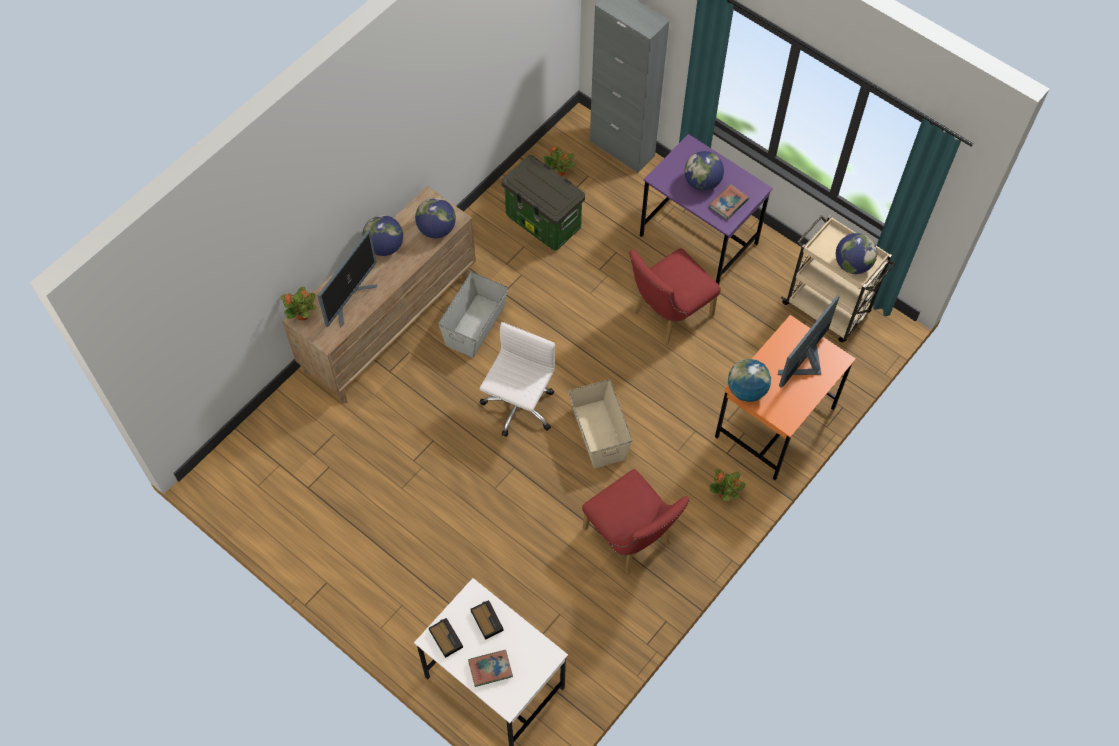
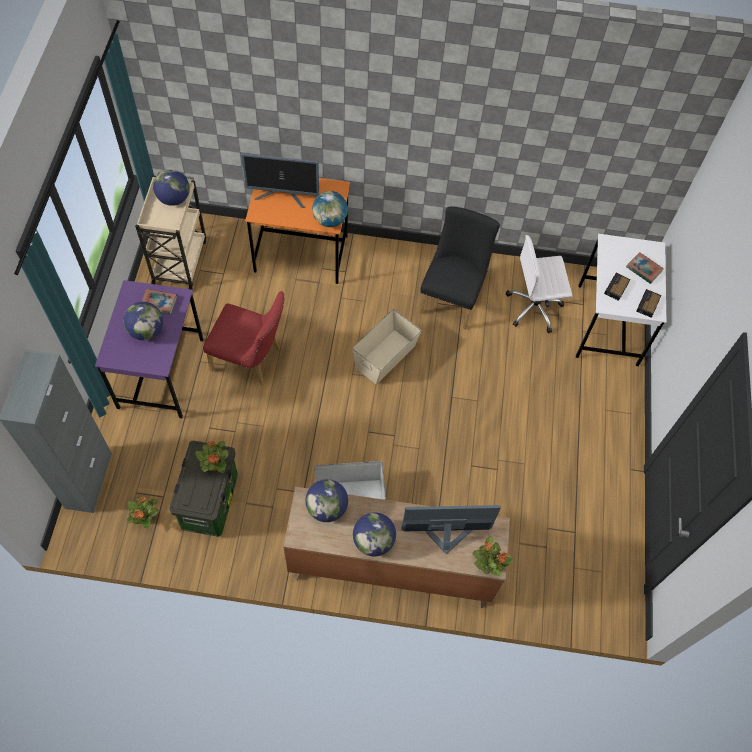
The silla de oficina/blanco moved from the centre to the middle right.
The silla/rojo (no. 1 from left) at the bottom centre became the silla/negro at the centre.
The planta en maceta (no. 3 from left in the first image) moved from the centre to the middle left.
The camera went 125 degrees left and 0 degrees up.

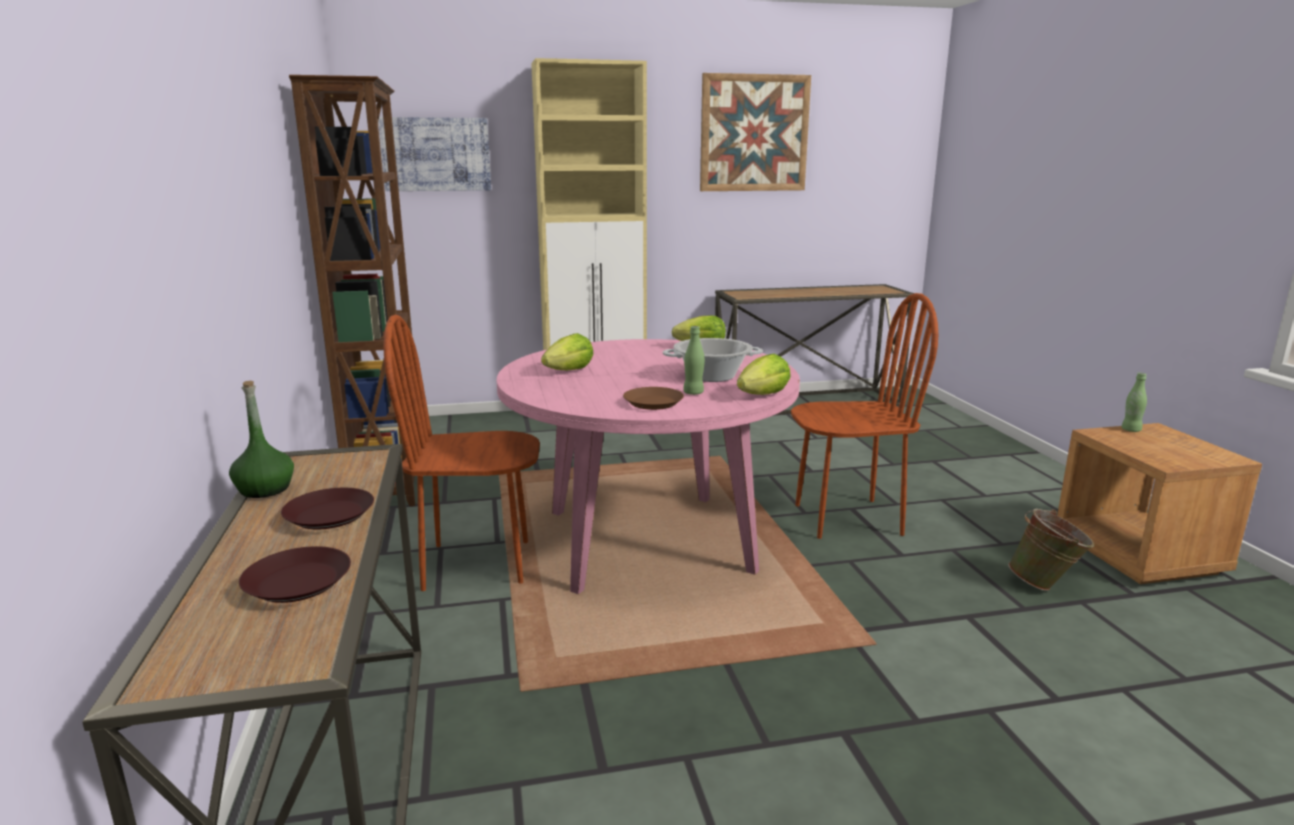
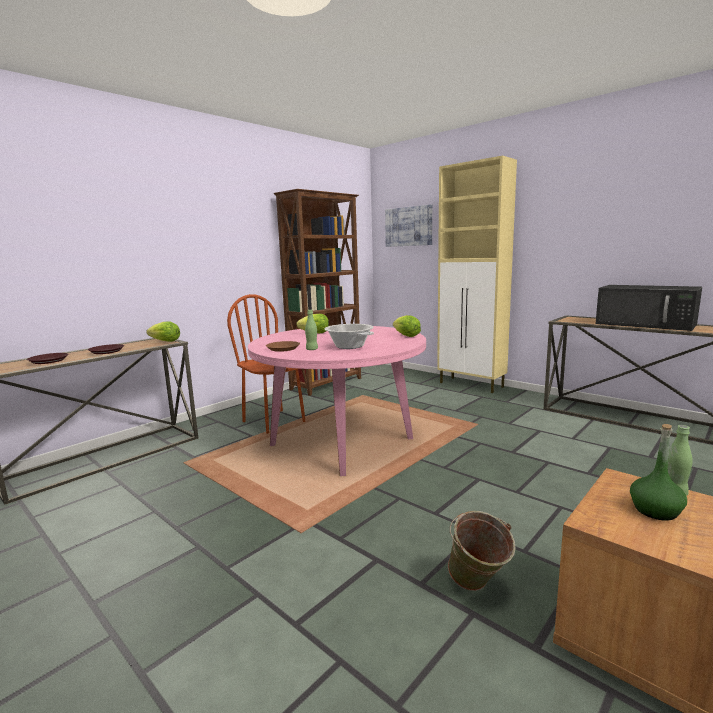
The cuadro (no. 2 from left) at the top centre disappeared.
The silla/marrón (no. 2 from left) at the middle right disappeared.
The lechuga (no. 3 from left in the first image) moved from the centre to the middle left.
The botella/verde (no. 1 from left in the first image) moved from the middle left to the middle right.
The microondas/negro at the middle right appeared.
The camera went 55 degrees right and 5 degrees down.

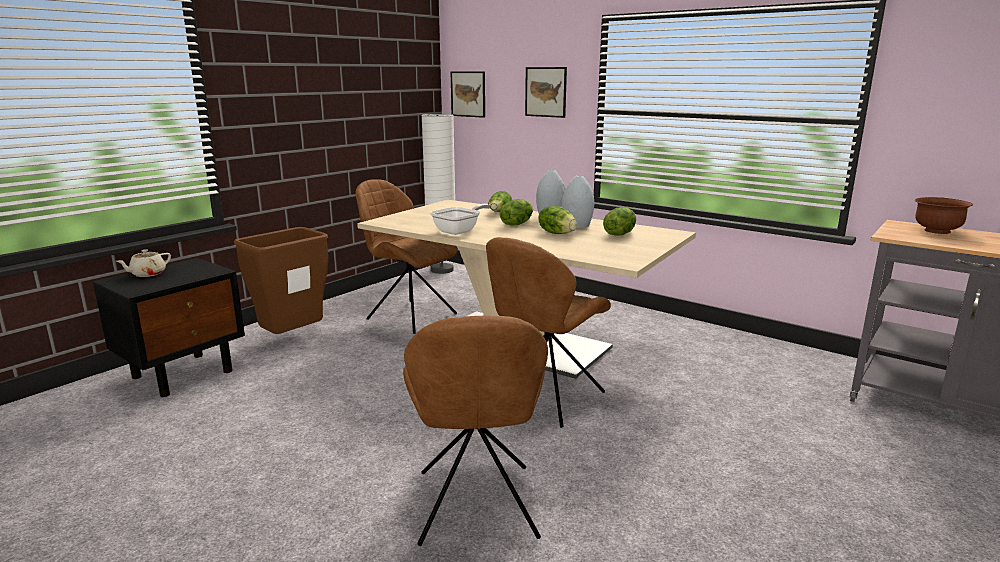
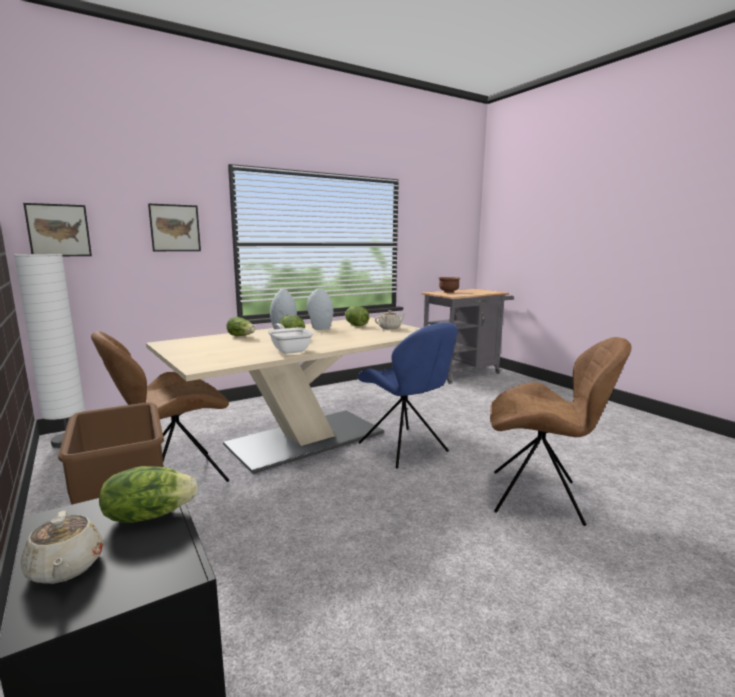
The lechuga (no. 3 from left in the first image) moved from the centre to the bottom left.
The silla/marrón (no. 3 from left) at the centre became the silla/azul at the centre.
The tetera/beis (no. 2 from left) at the centre appeared.
The camera went 70 degrees left and 5 degrees down.

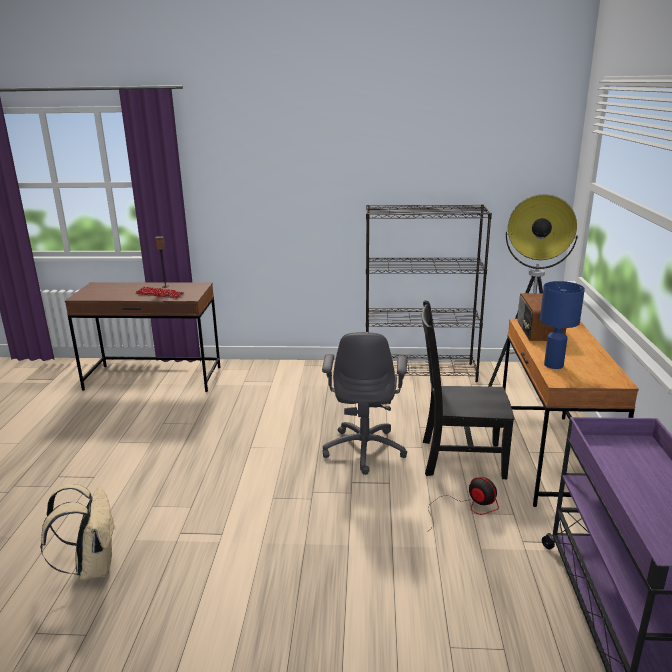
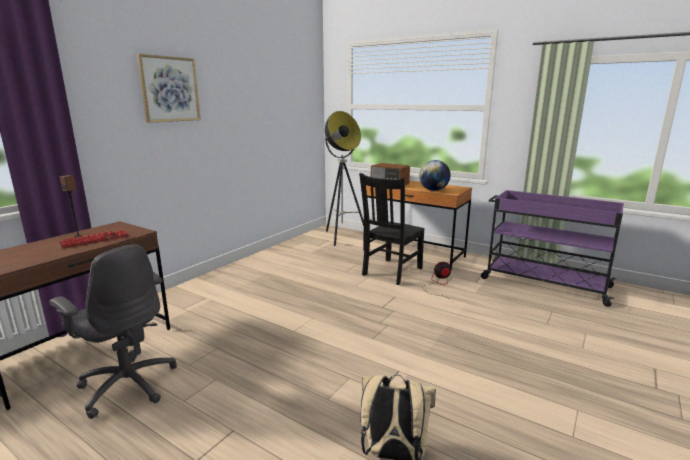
The estantería/negro at the centre disappeared.
The lámpara de mesa/azul at the middle right was replaced by the globo terráqueo at the centre.
The silla de oficina/gris moved from the centre to the bottom left.
The cuadro at the top left appeared.
The camera went 60 degrees left and 5 degrees down.

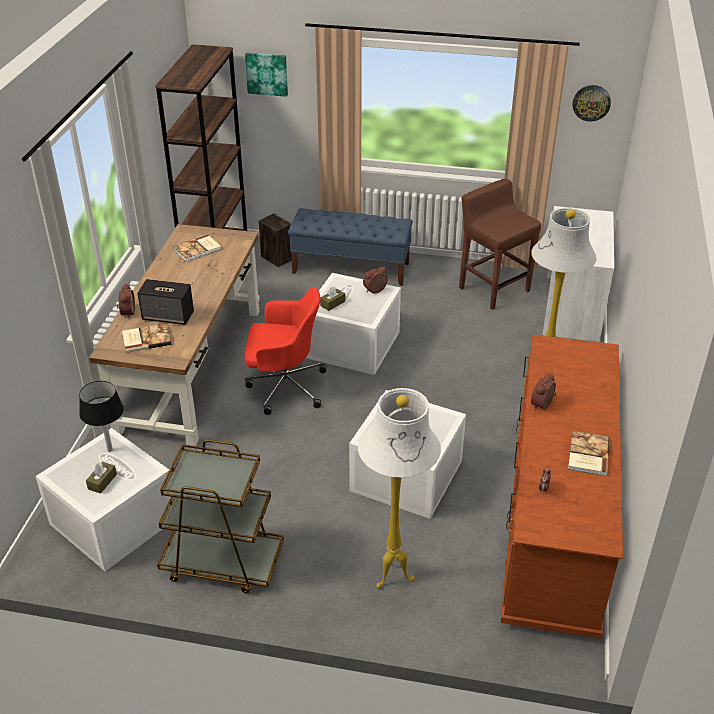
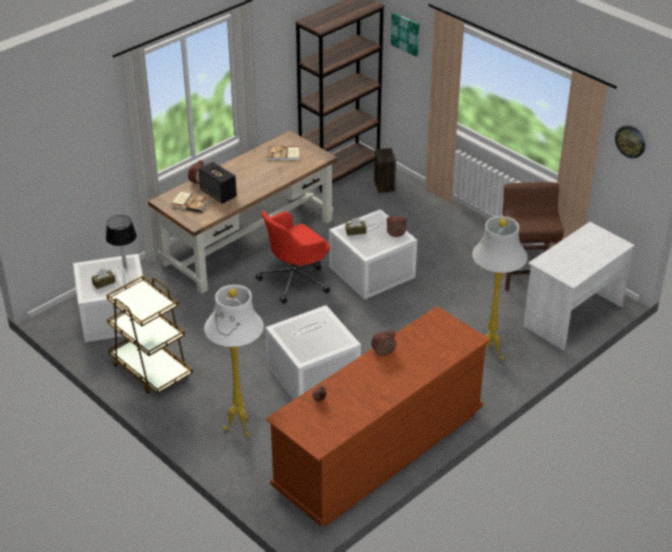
The banco/azul at the centre disappeared.
The silla de oficina/rojo at the centre turned 105 degrees clockwise.
The libro (no. 3 from left) at the middle right disappeared.
The camera went 35 degrees right and 0 degrees up.

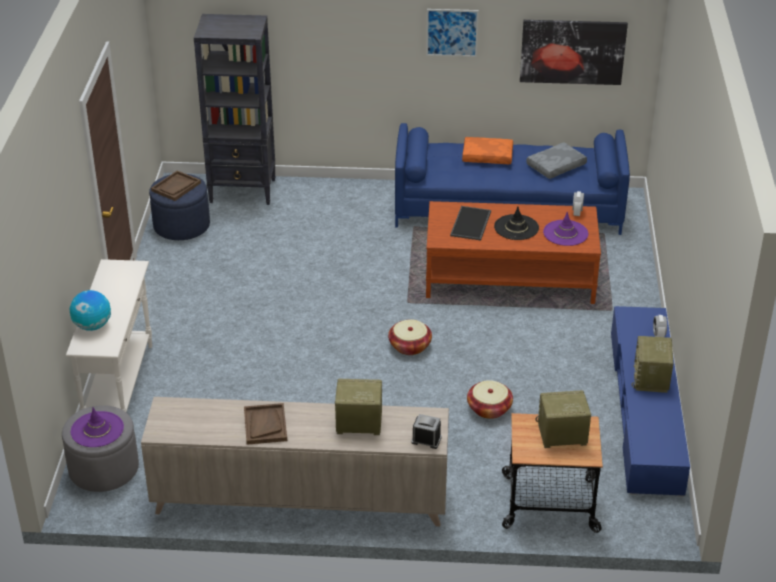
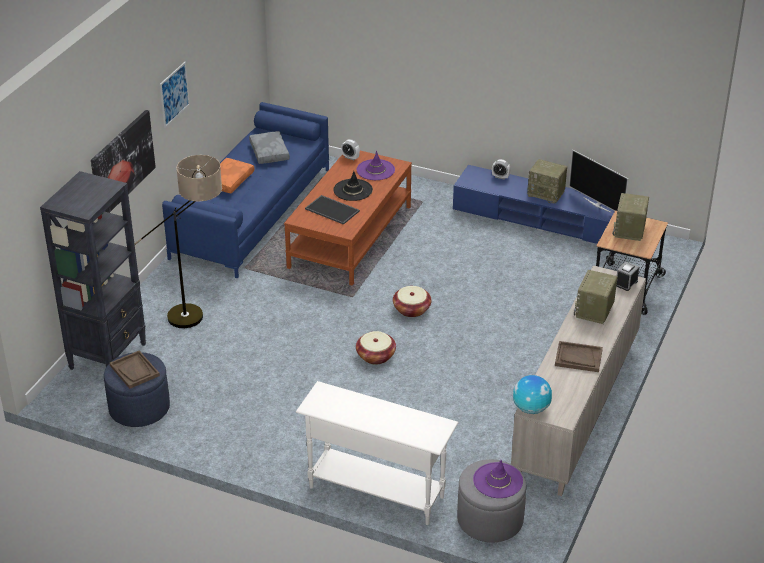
The cuadro (no. 2 from left in the first image) moved from the top right to the top left.
The globo terráqueo moved from the middle left to the bottom right.
The cesta (no. 2 from left in the first image) moved from the bottom centre to the centre.
The televisor at the top right appeared.
The lámpara de pie at the middle left appeared.
The camera went 70 degrees left and 0 degrees up.

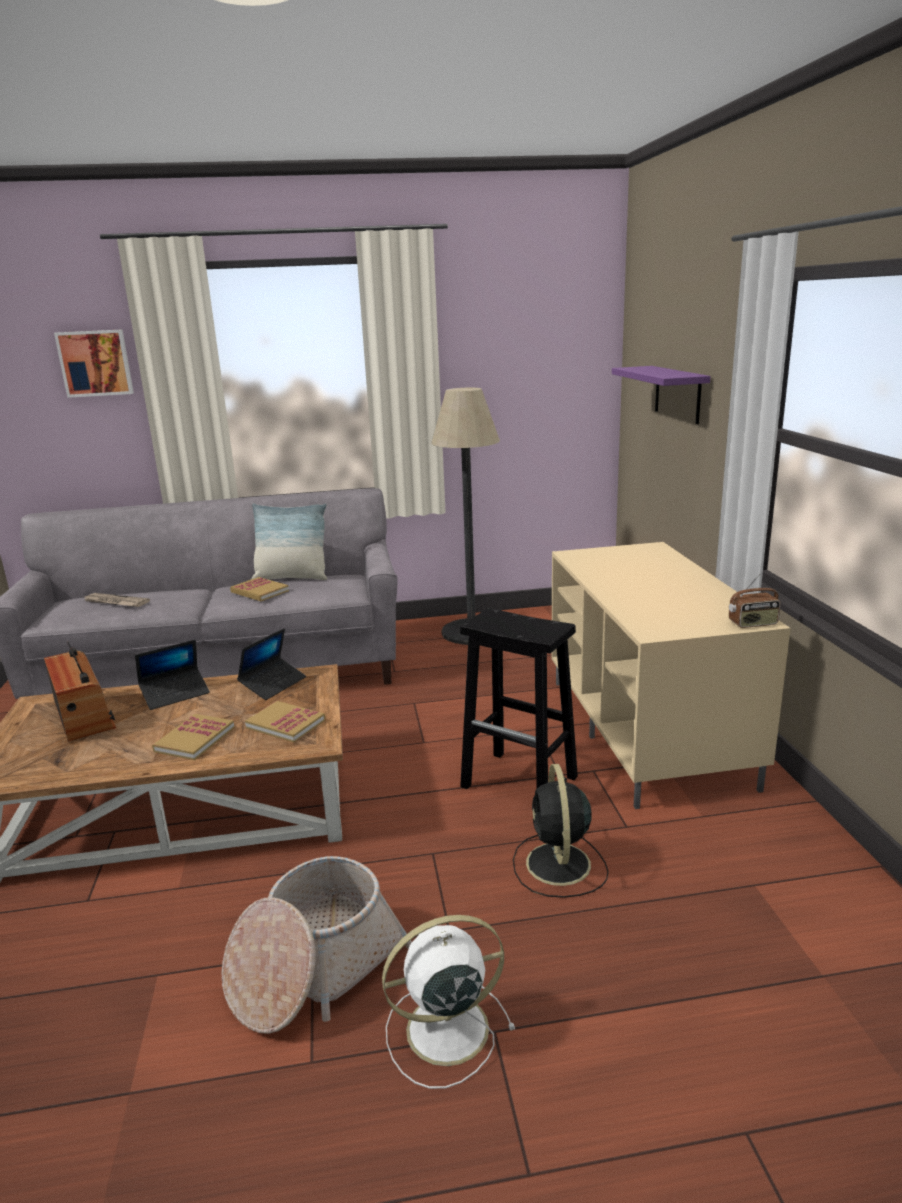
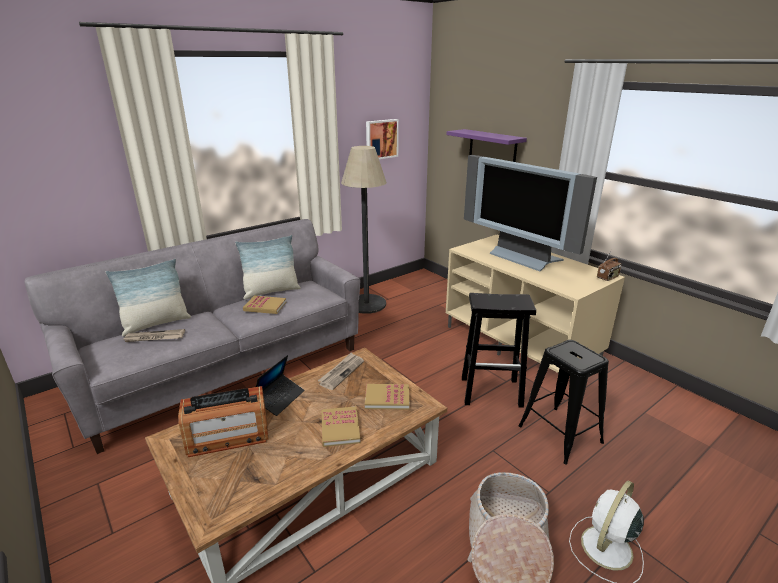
The cuadro moved from the top left to the top centre.
The portátil (no. 2 from left) at the middle left was replaced by the periódico (no. 2 from left) at the centre.
The radio (no. 1 from left) at the middle left turned 135 degrees clockwise.
The ventilador/negro at the bottom centre was replaced by the taburete/negro (no. 2 from left) at the bottom right.
The televisor at the middle right appeared.
The cojín (no. 1 from left) at the middle left appeared.
The camera went 30 degrees left and 5 degrees up.

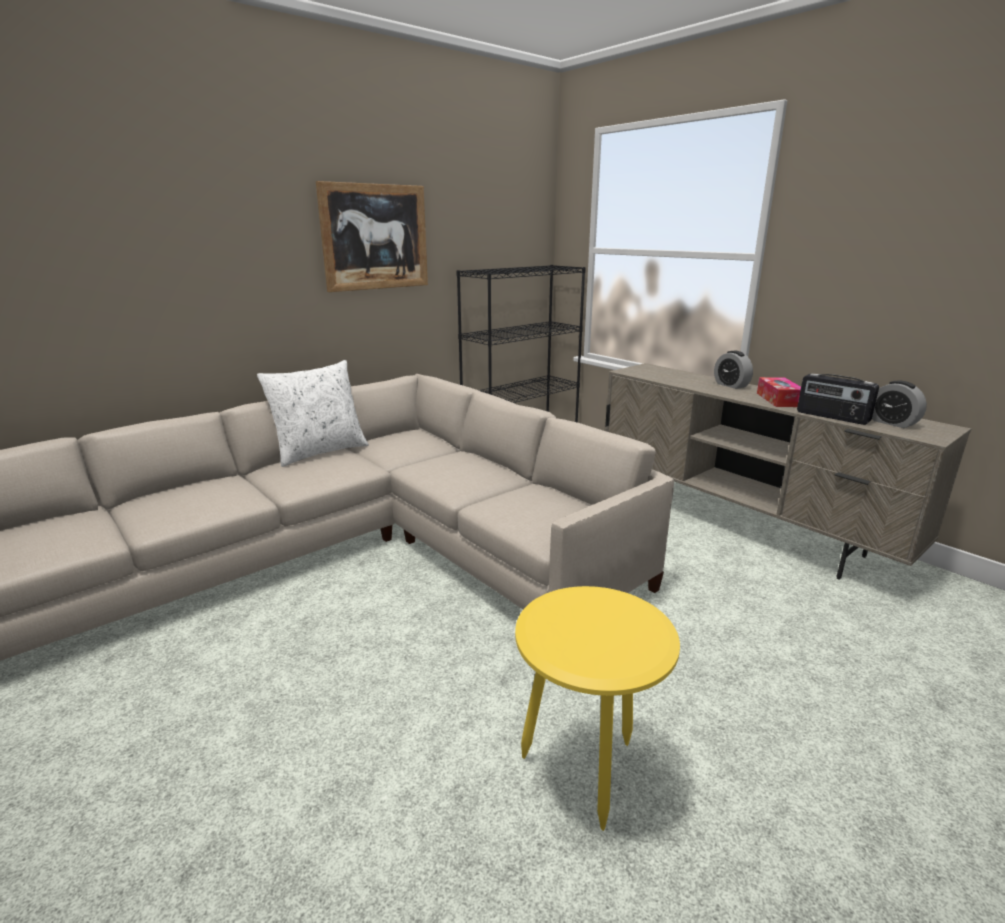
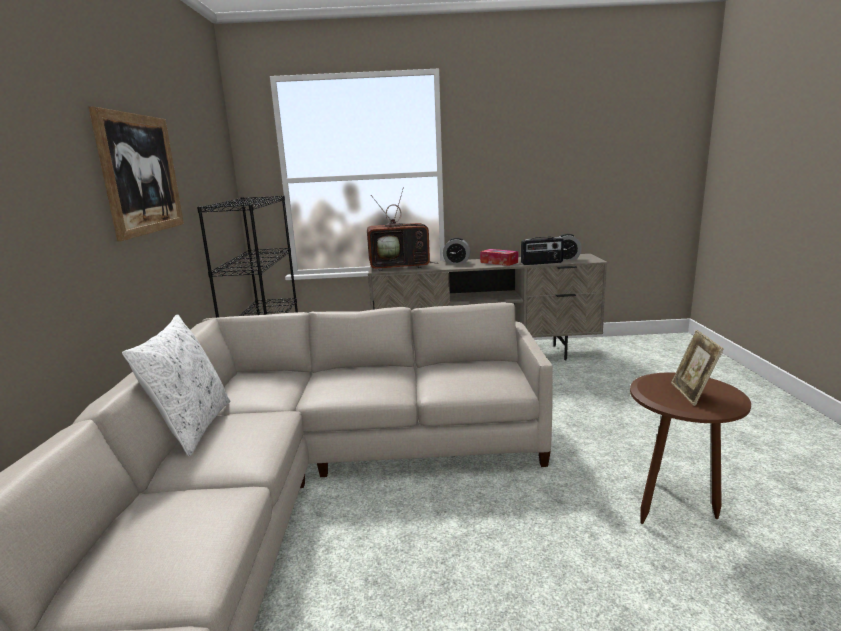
The mesa auxiliar/amarillo at the bottom centre became the mesa auxiliar/marrón at the bottom right.
The televisor at the centre appeared.
The portarretratos at the middle right appeared.
The camera went 50 degrees left and 5 degrees down.

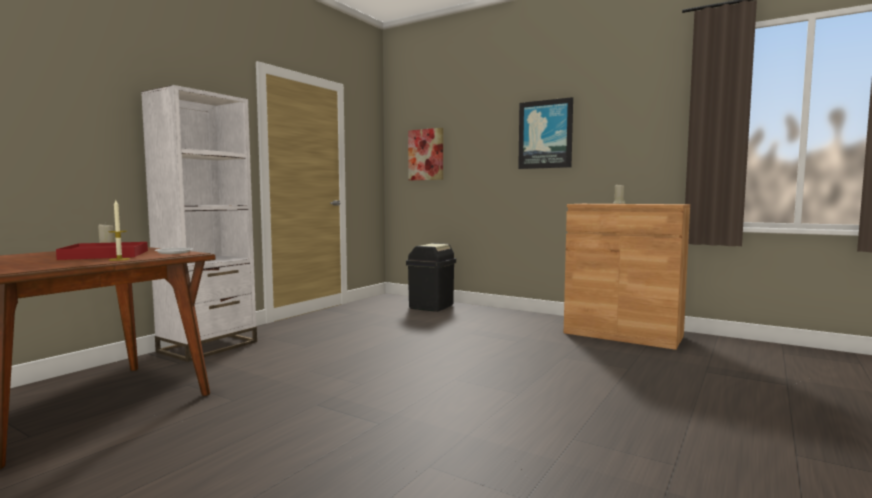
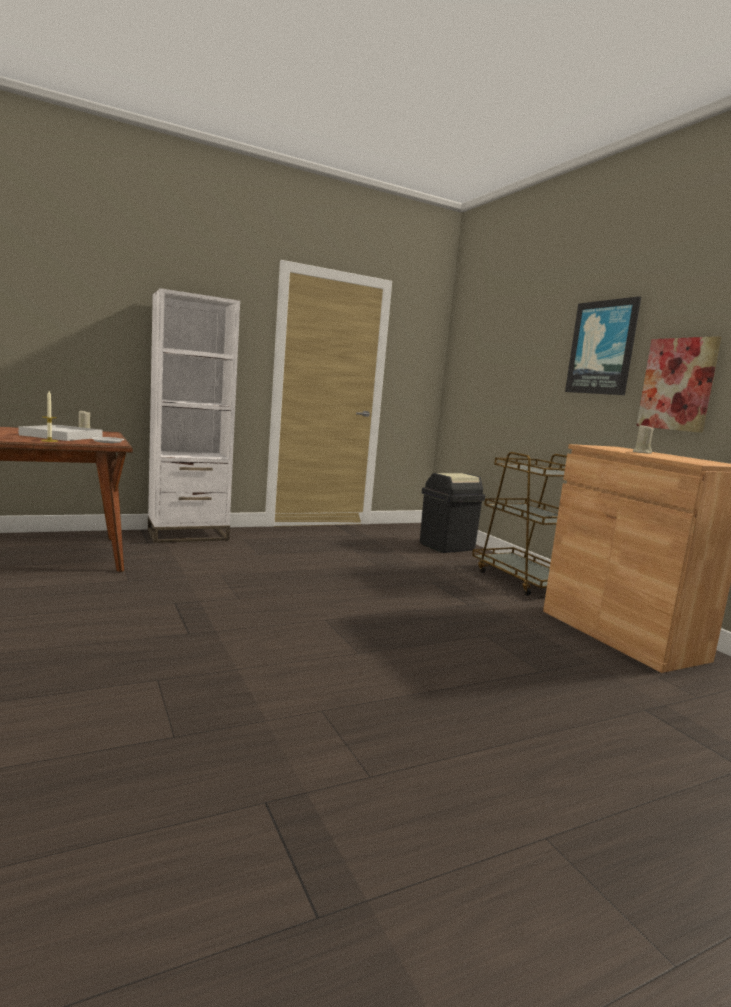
The cuadro (no. 1 from left in the first image) moved from the top centre to the middle right.
The bandeja/rojo at the middle left became the bandeja/blanco at the middle left.
The carrito/marrón at the middle right appeared.
The camera went 30 degrees right and 5 degrees up.

